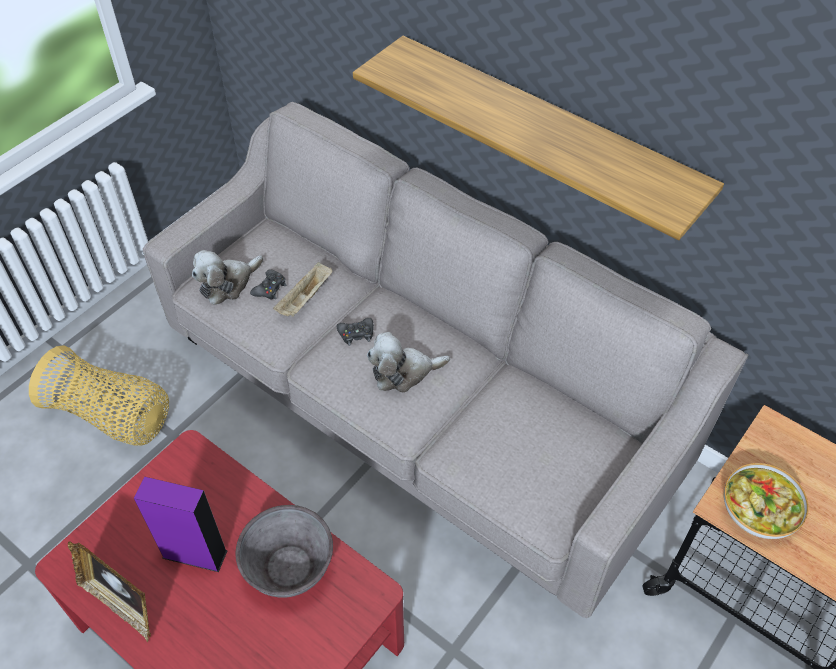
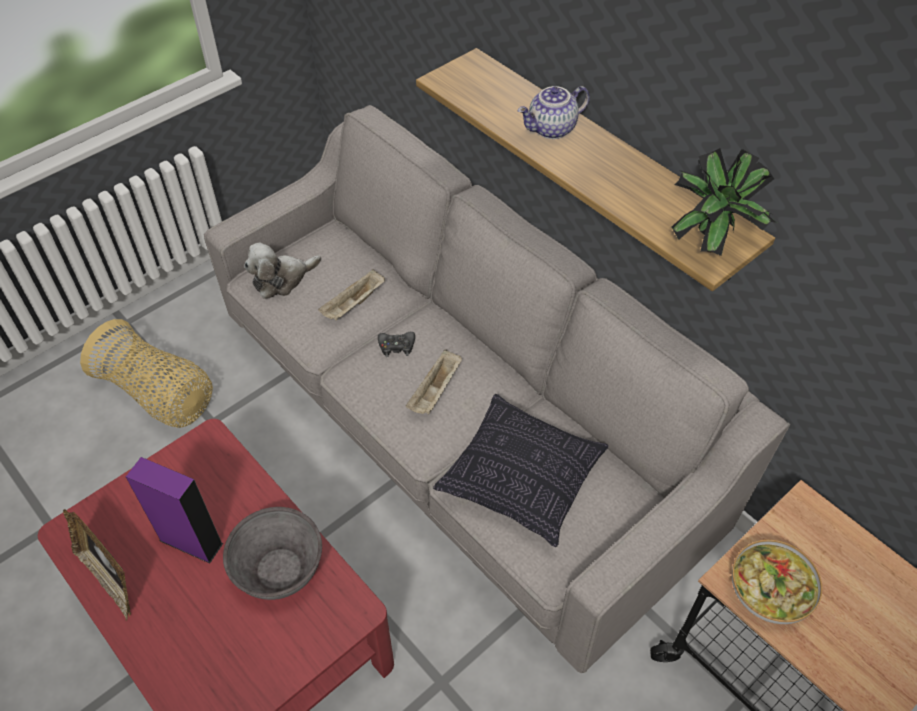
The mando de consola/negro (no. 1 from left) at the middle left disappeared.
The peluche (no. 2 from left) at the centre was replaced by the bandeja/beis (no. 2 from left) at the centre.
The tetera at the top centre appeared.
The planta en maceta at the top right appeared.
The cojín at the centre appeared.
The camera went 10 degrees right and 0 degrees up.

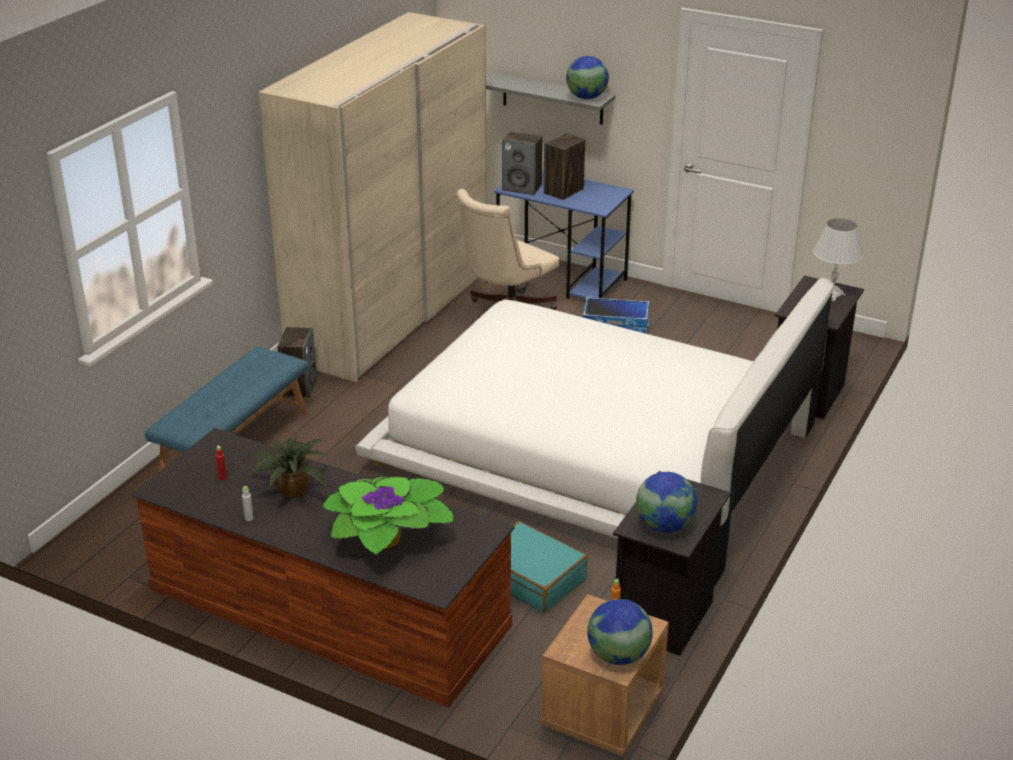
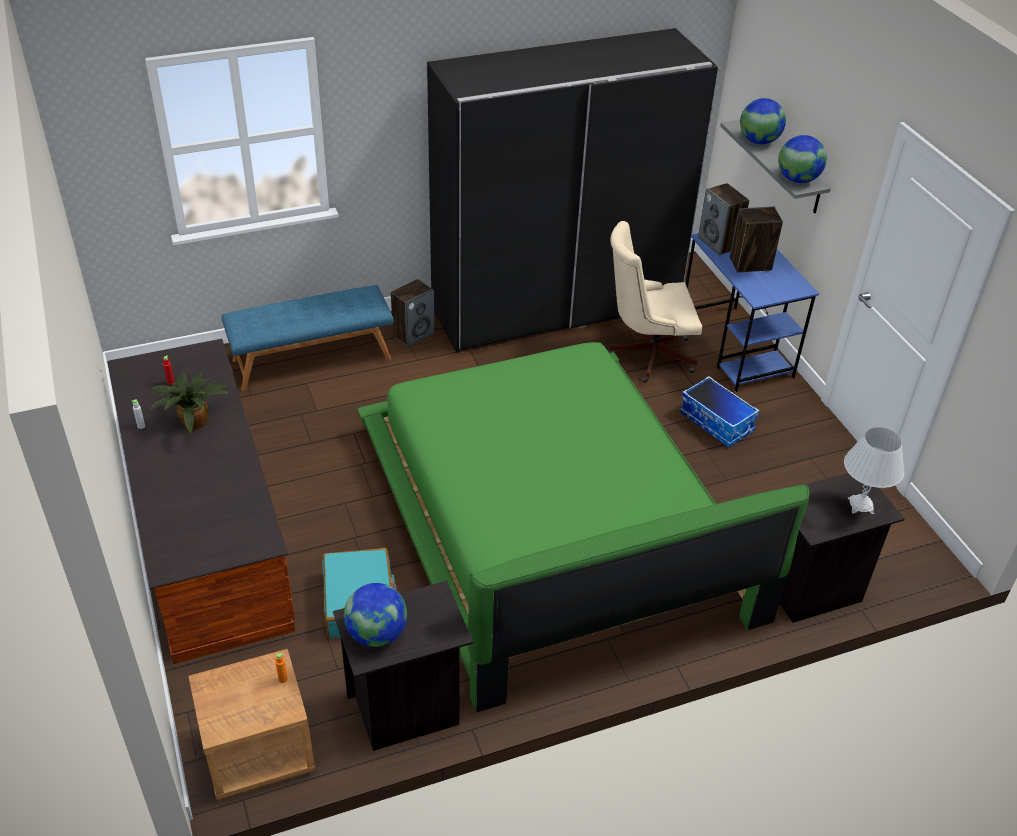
The armario ropero/beis at the top centre became the armario ropero/negro at the top centre.
The cama/blanco at the centre became the cama/verde at the centre.
The planta en maceta (no. 2 from left) at the bottom centre disappeared.
The globo terráqueo (no. 2 from left) moved from the bottom centre to the top right.
The camera went 40 degrees right and 10 degrees up.

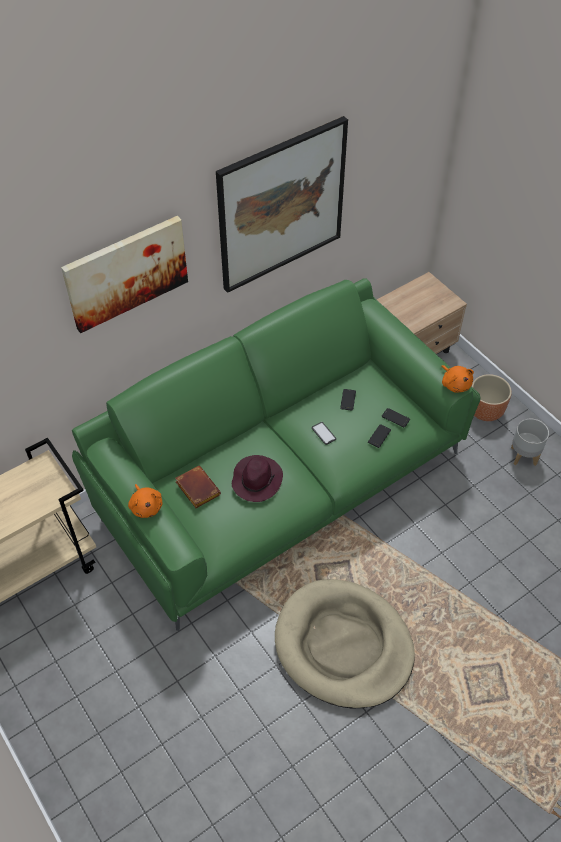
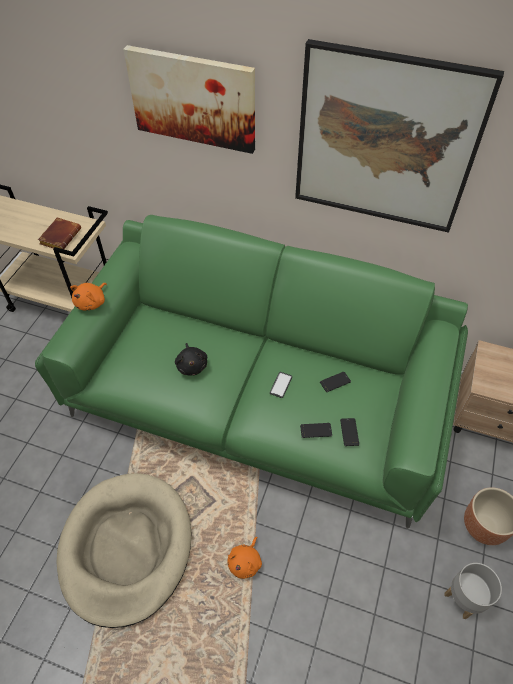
The peluche/naranja (no. 2 from left) moved from the middle right to the bottom centre.
The sombrero/morado at the centre was replaced by the peluche/negro at the centre.
The libro/marrón moved from the centre to the middle left.
The camera went 55 degrees right and 0 degrees up.

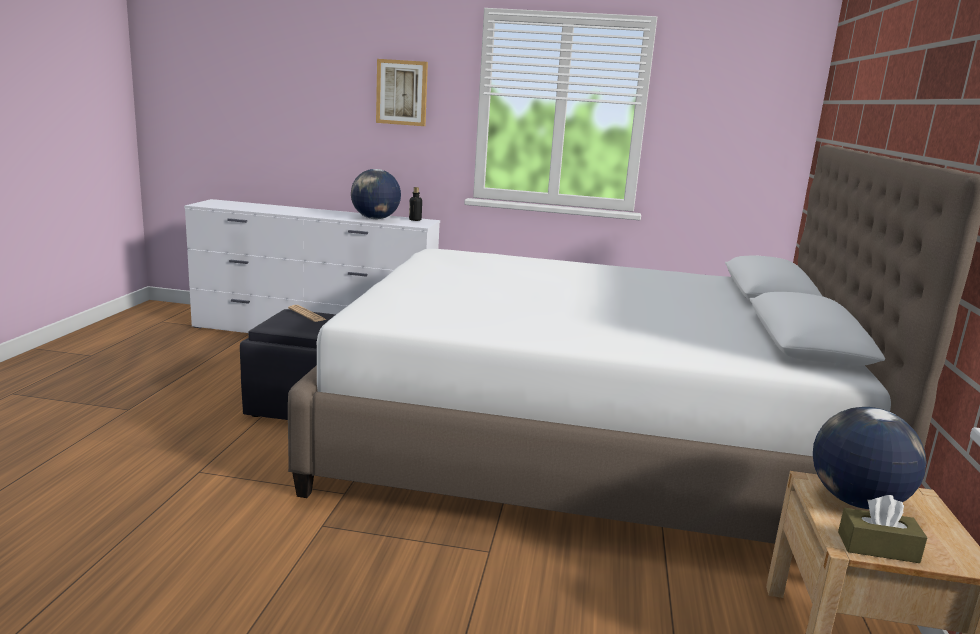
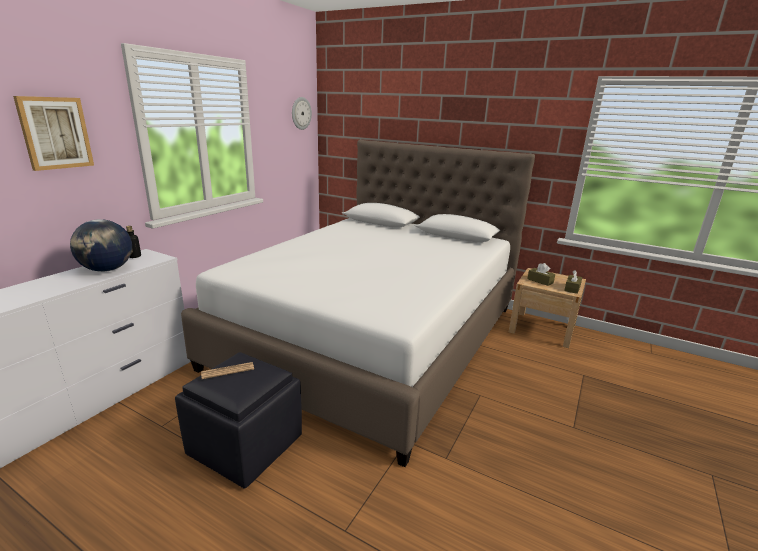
The globo terráqueo (no. 2 from left) at the bottom right was replaced by the caja de pañuelos/marrón (no. 1 from left) at the middle right.
The reloj de pared at the top centre appeared.
The camera went 70 degrees left and 5 degrees up.

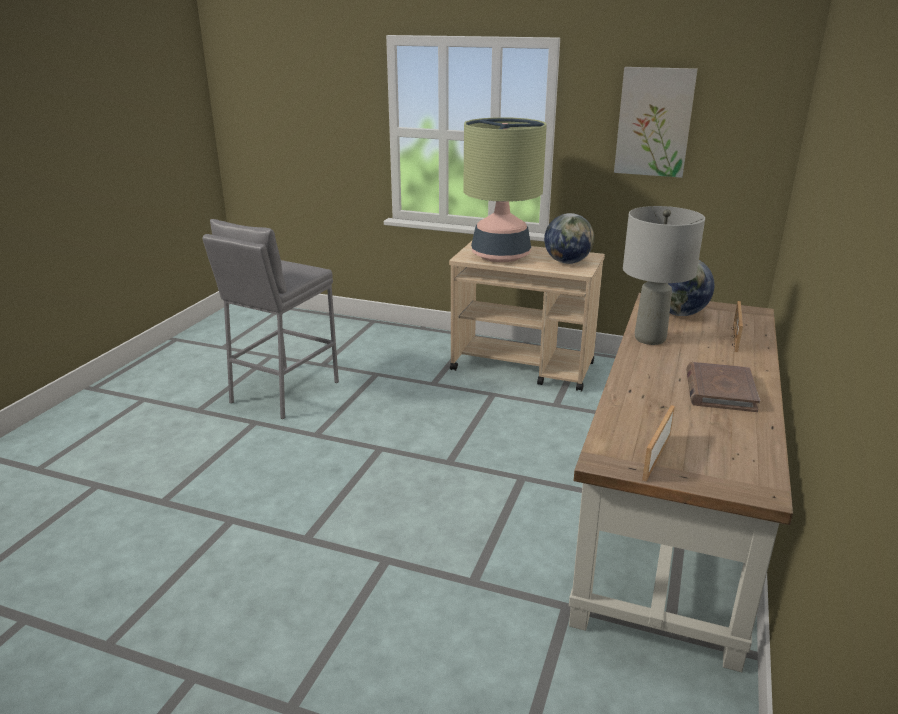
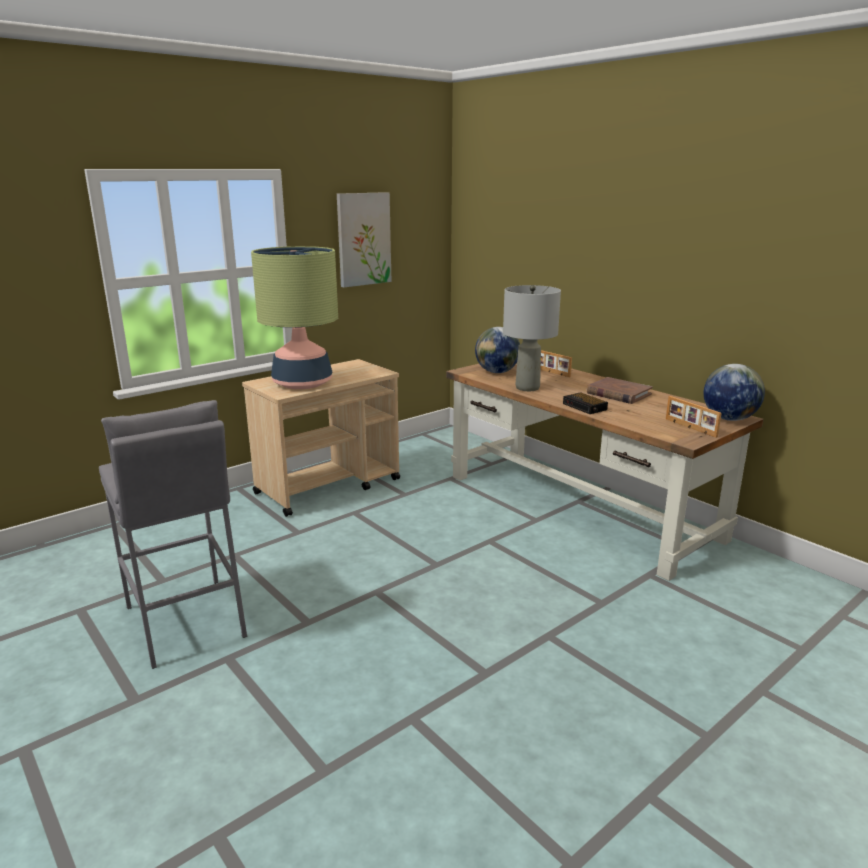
The globo terráqueo (no. 1 from left in the first image) moved from the centre to the middle right.
The despertador at the middle right appeared.
The camera went 60 degrees left and 5 degrees down.

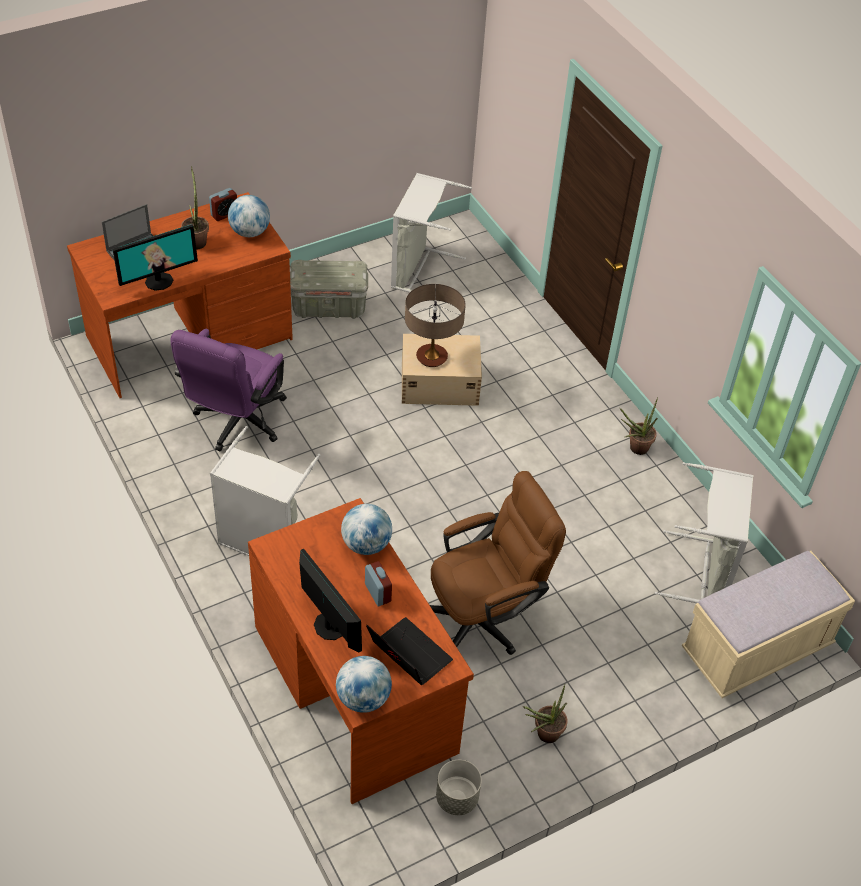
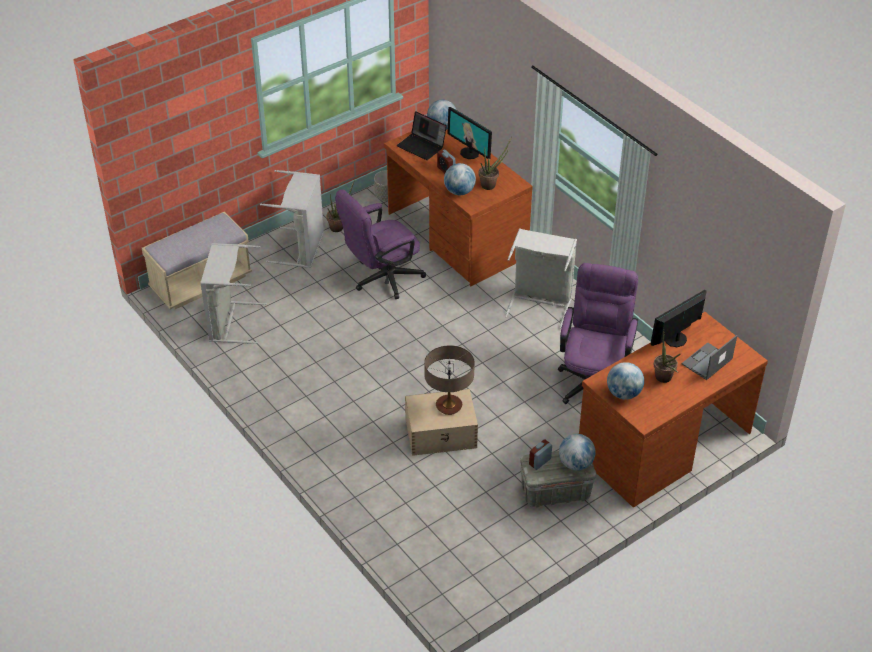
The cesto de la ropa/gris (no. 2 from left) moved from the top centre to the centre.
The despertador (no. 1 from left in the first image) moved from the top left to the bottom centre.
The planta en maceta (no. 3 from left in the first image) moved from the middle right to the top centre.
The silla de oficina/marrón at the centre became the silla de oficina/morado (no. 1 from left) at the centre.
The globo terráqueo (no. 3 from left) at the bottom centre appeared.
The camera went 175 degrees right and 5 degrees down.

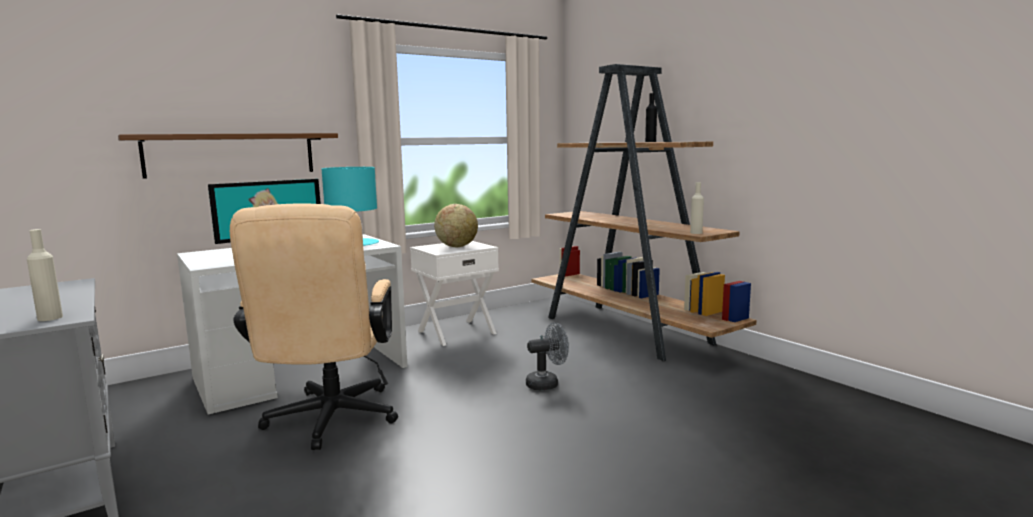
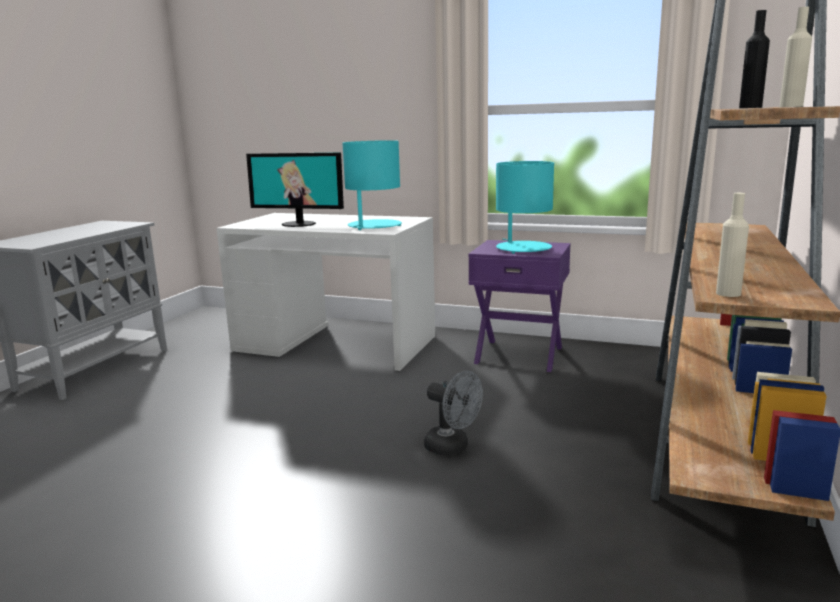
The estante/marrón at the top left disappeared.
The silla de oficina/beis at the middle left disappeared.
The globo terráqueo at the centre was replaced by the lámpara de mesa/turquesa (no. 2 from left) at the centre.
The botella/beis (no. 1 from left in the first image) moved from the middle left to the top right.
The mesita de noche/blanco at the centre became the mesita de noche/morado at the centre.
The camera went 55 degrees right and 5 degrees up.

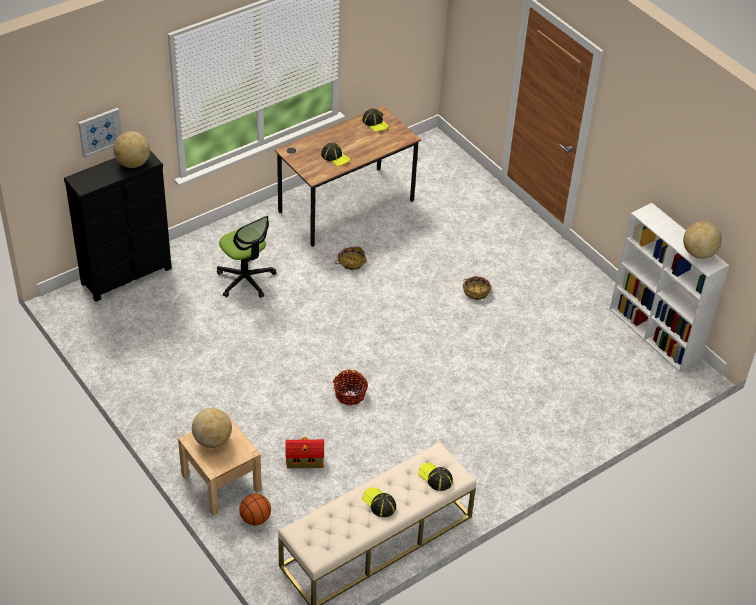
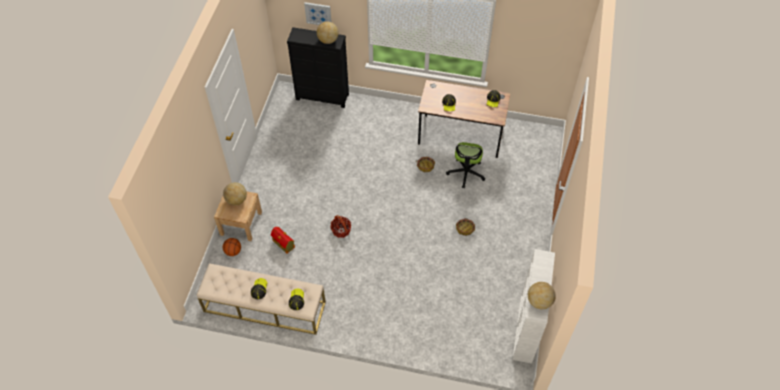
The silla de oficina moved from the middle left to the centre.
The camera went 50 degrees right and 10 degrees up.

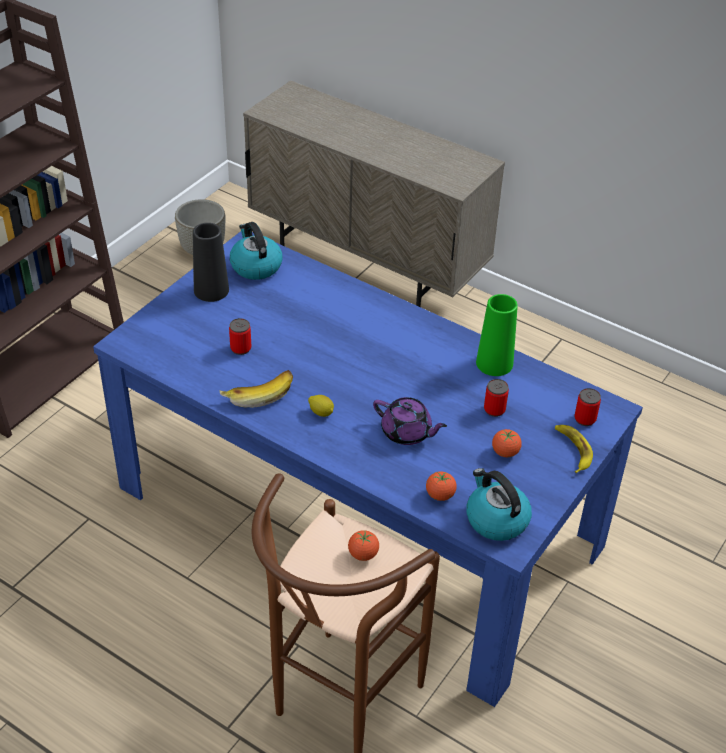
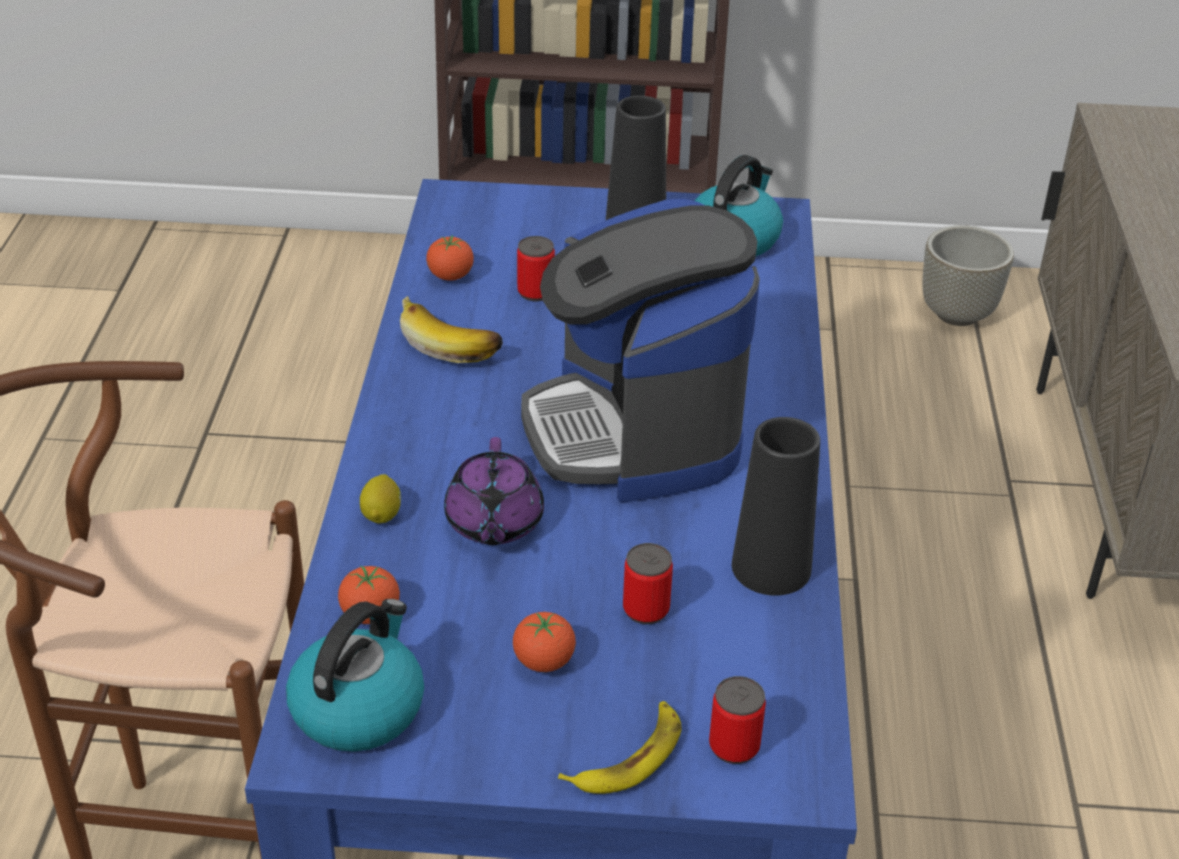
The florero/verde at the middle right became the florero/negro (no. 2 from left) at the centre.
The limón moved from the centre to the middle left.
The tomate (no. 1 from left in the first image) moved from the bottom centre to the top centre.
The cafetera at the centre appeared.
The camera went 60 degrees right and 5 degrees down.

